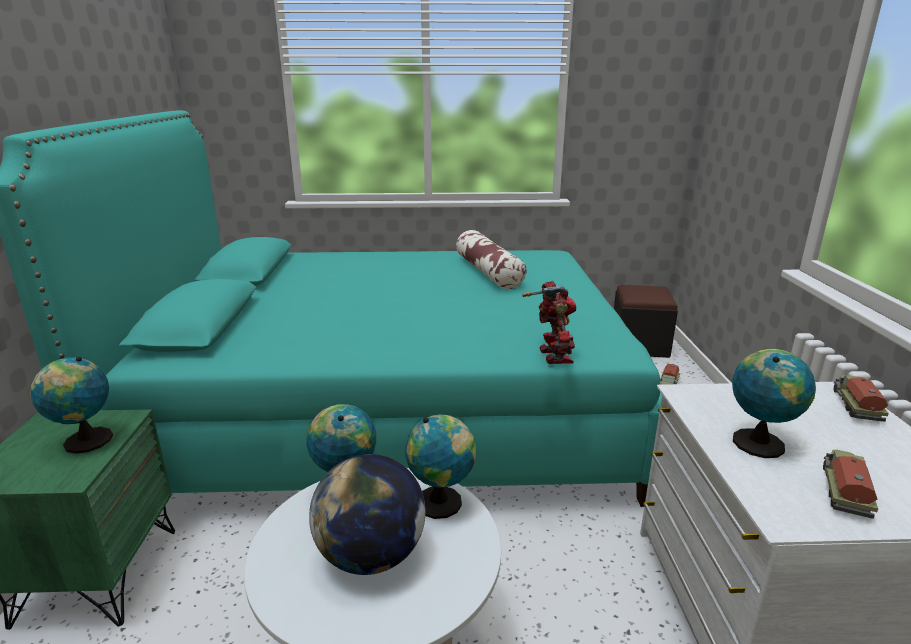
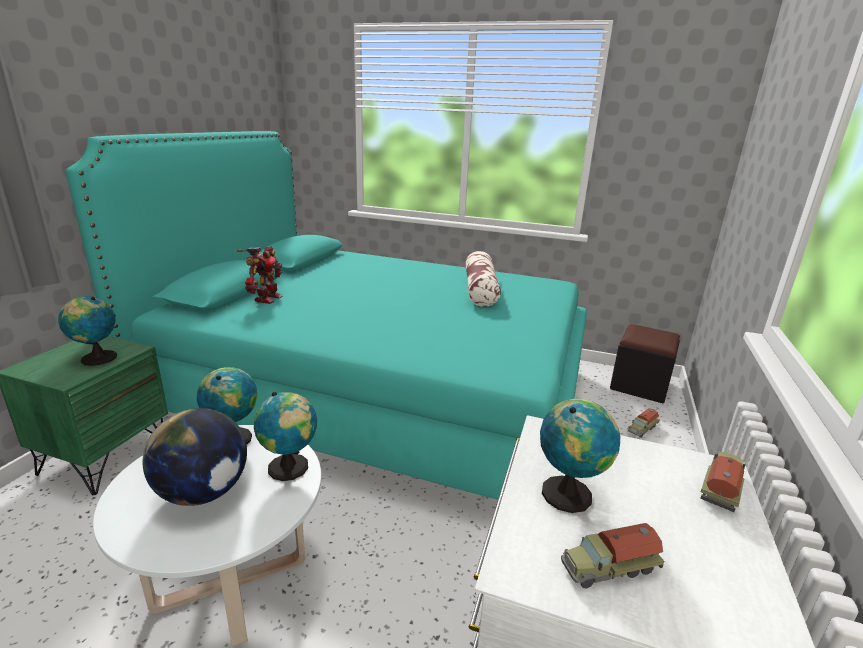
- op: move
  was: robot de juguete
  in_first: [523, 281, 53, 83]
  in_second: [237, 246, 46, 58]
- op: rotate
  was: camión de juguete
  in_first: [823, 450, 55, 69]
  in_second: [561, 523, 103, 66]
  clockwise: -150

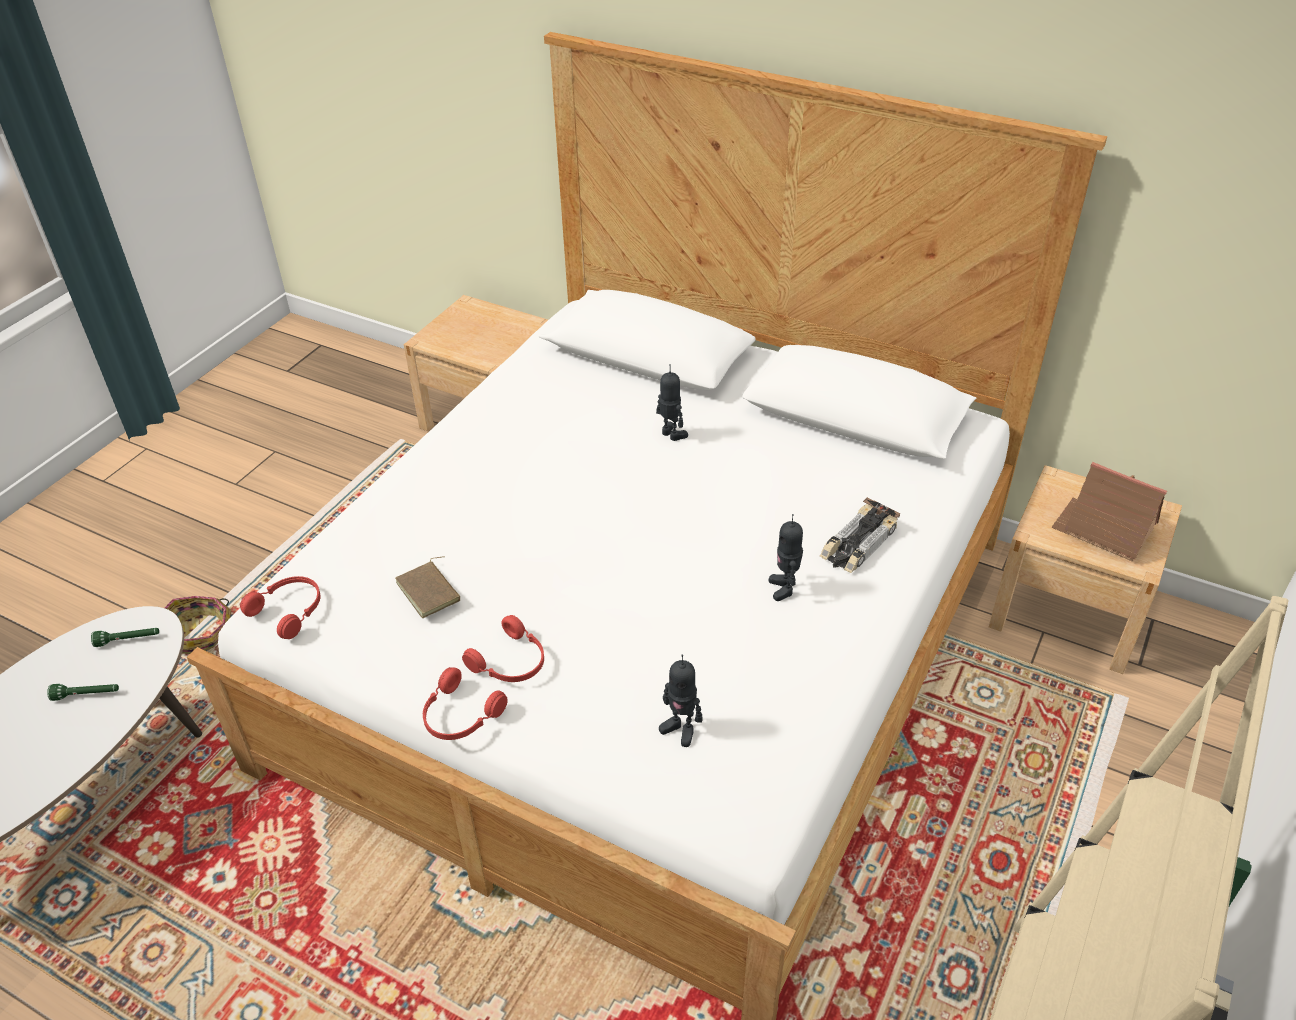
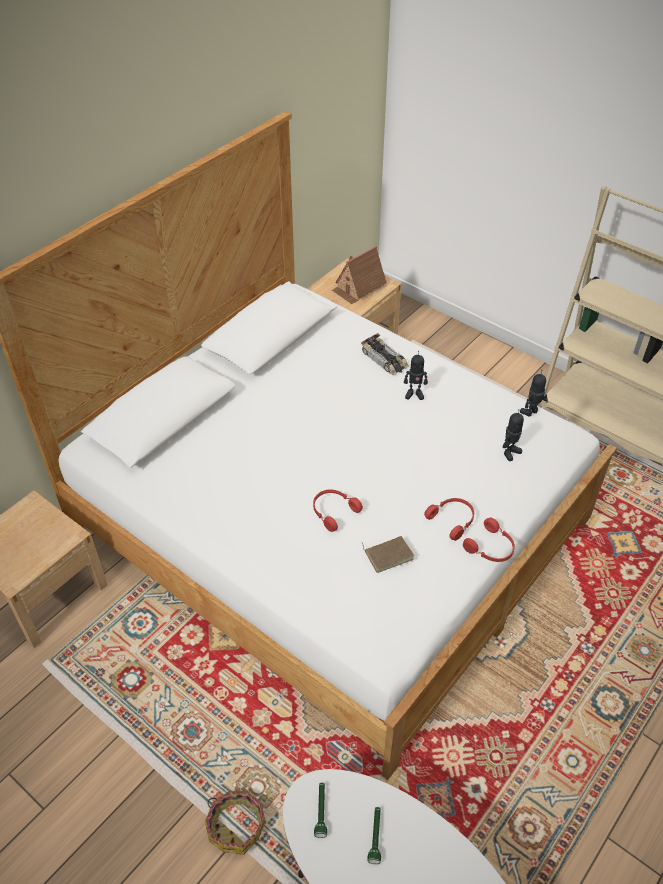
- op: move
  was: auriculares [rojo]
  in_first: [240, 576, 81, 63]
  in_second: [313, 489, 50, 43]
- op: move
  was: robot de juguete
  in_first: [656, 364, 32, 77]
  in_second: [520, 370, 26, 46]

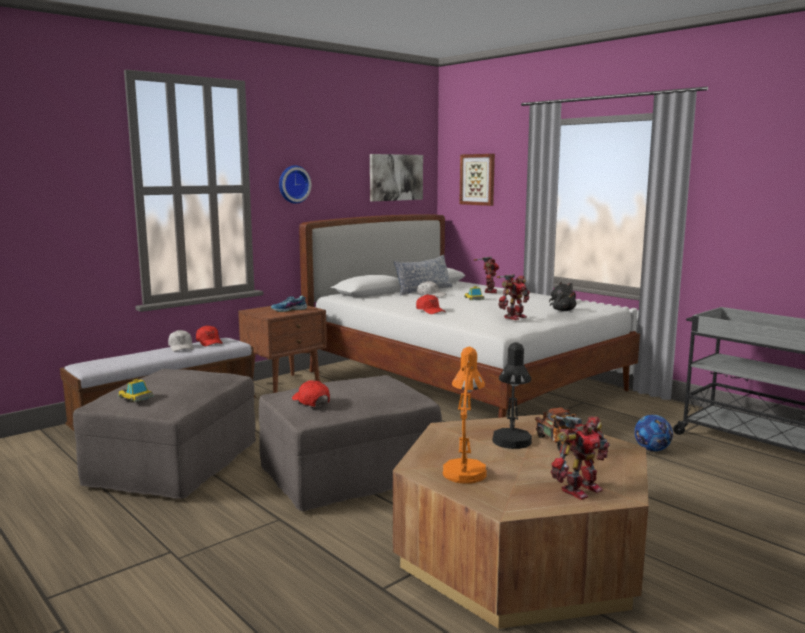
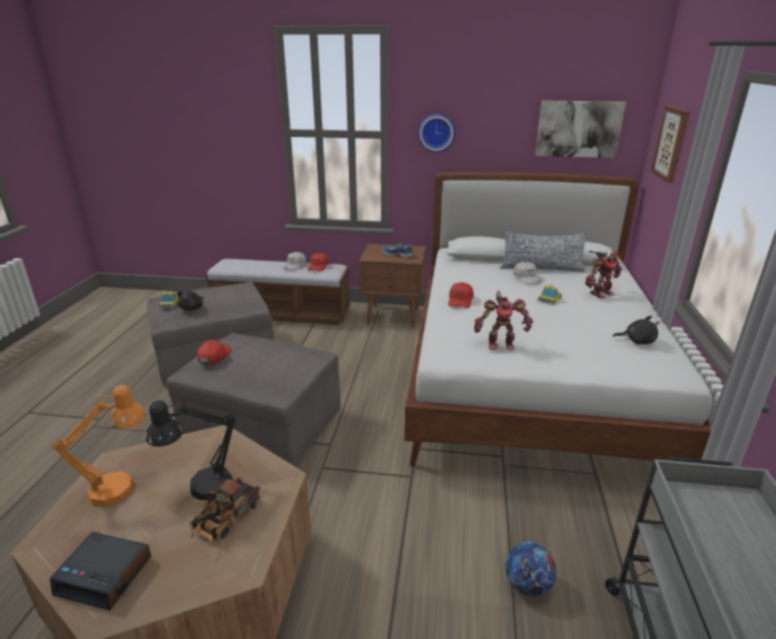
- op: move
  was: peluche [negro]
  in_first: [550, 291, 26, 20]
  in_second: [177, 291, 27, 19]
- op: replace
  was: robot de juguete
  now: despertador
  in_first: [550, 415, 60, 85]
  in_second: [50, 532, 101, 78]

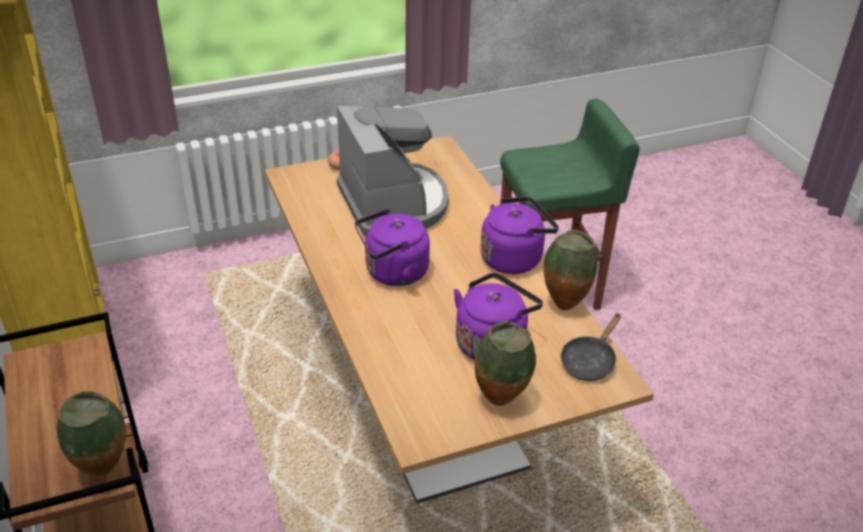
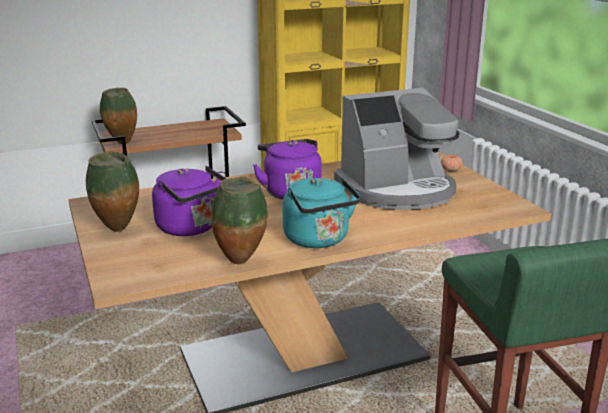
- op: delete
  was: sartén [negro]
  in_first: [561, 313, 60, 68]
- op: recolor
  was: hervidor [morado]
  now: hervidor [turquesa]
  in_first: [480, 197, 79, 77]
  in_second: [282, 178, 79, 70]

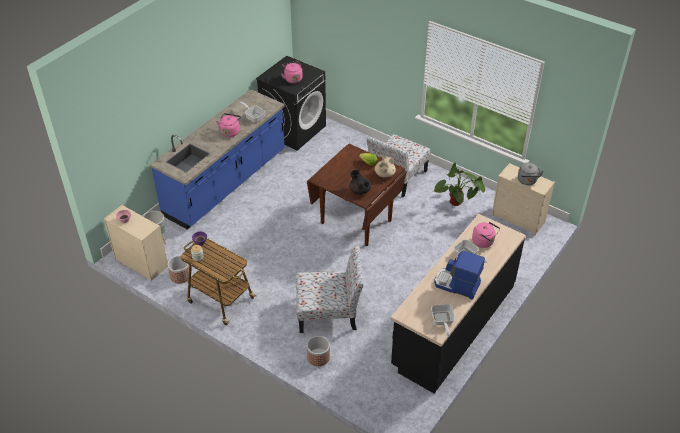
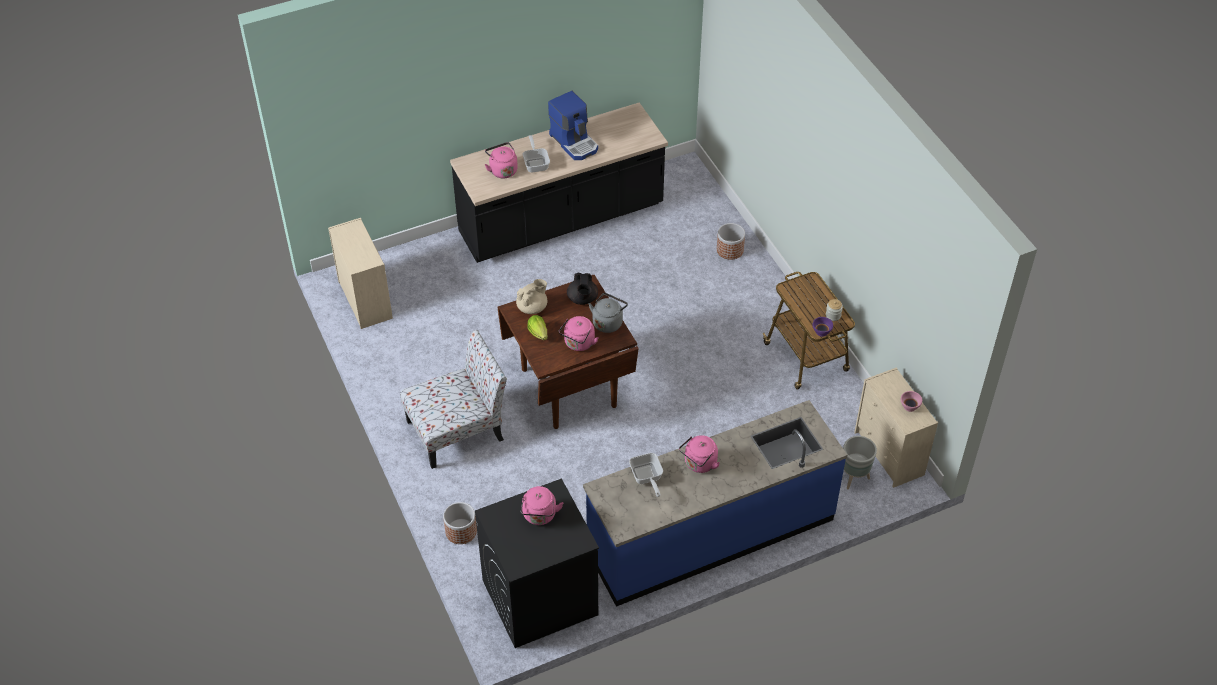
- op: delete
  was: silla
  in_first: [296, 246, 67, 87]
- op: delete
  was: sartén
  in_first: [431, 304, 24, 32]
- op: delete
  was: planta en maceta
  in_first: [434, 163, 51, 43]
- op: insert
  now: hervidor [rosa]
  in_second: [559, 316, 40, 35]
- op: move
  was: maceta
  in_first: [168, 256, 21, 28]
  in_second: [443, 502, 34, 42]
- op: move
  was: hervidor [gris]
  in_first: [518, 163, 26, 22]
  in_second: [589, 293, 39, 40]

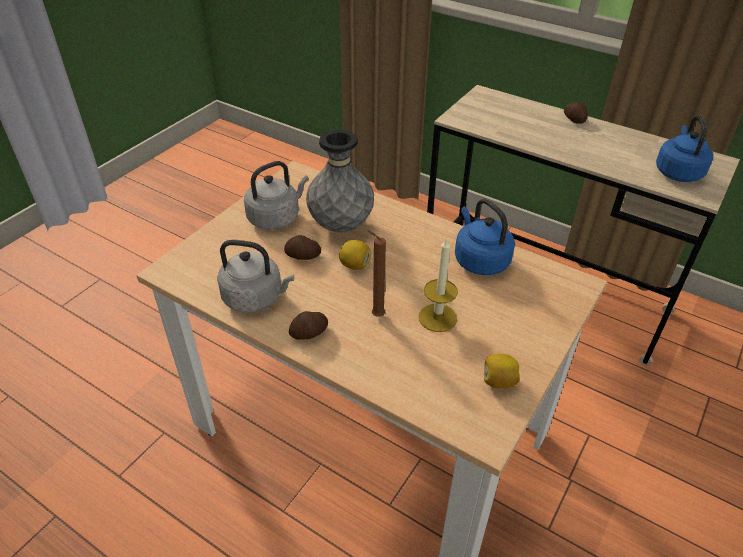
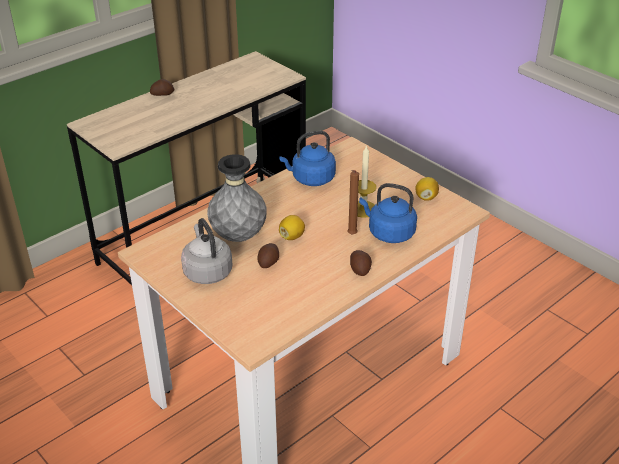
- op: delete
  was: hervidor [gris]
  in_first: [217, 240, 77, 72]
- op: move
  was: hervidor [azul]
  in_first: [656, 115, 57, 67]
  in_second: [359, 183, 58, 60]

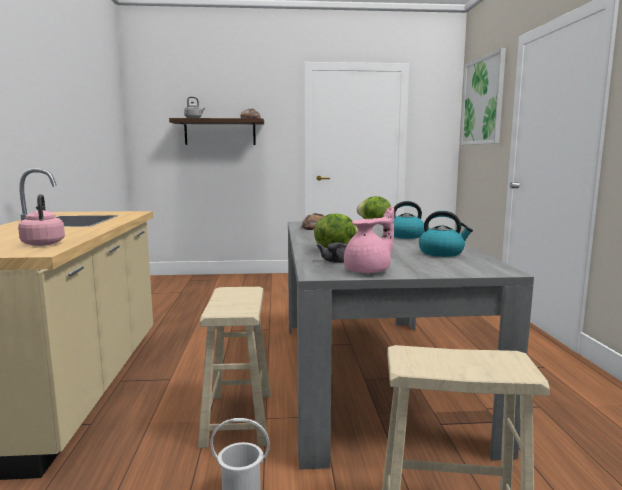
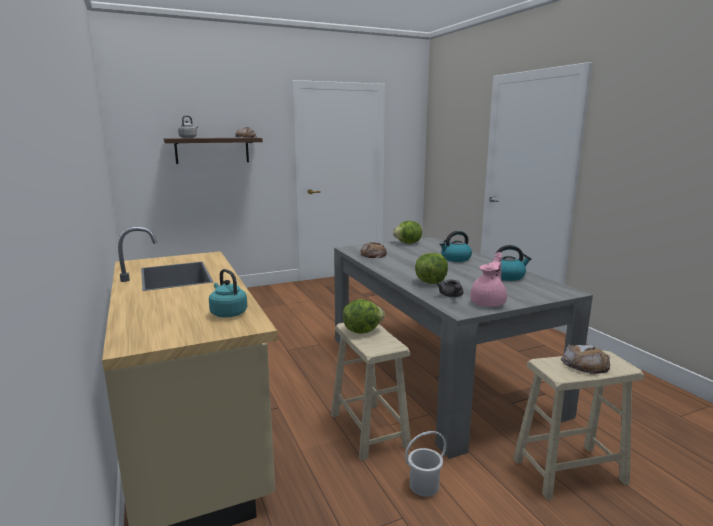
- op: delete
  was: cuadro
  in_first: [461, 48, 45, 97]
- op: insert
  now: lechuga
  in_second: [343, 299, 42, 35]
- op: insert
  now: pan
  in_second: [561, 344, 49, 30]
- op: recolor
  was: hervidor [rosa]
  now: hervidor [turquesa]
  in_first: [18, 194, 47, 52]
  in_second: [209, 269, 38, 48]

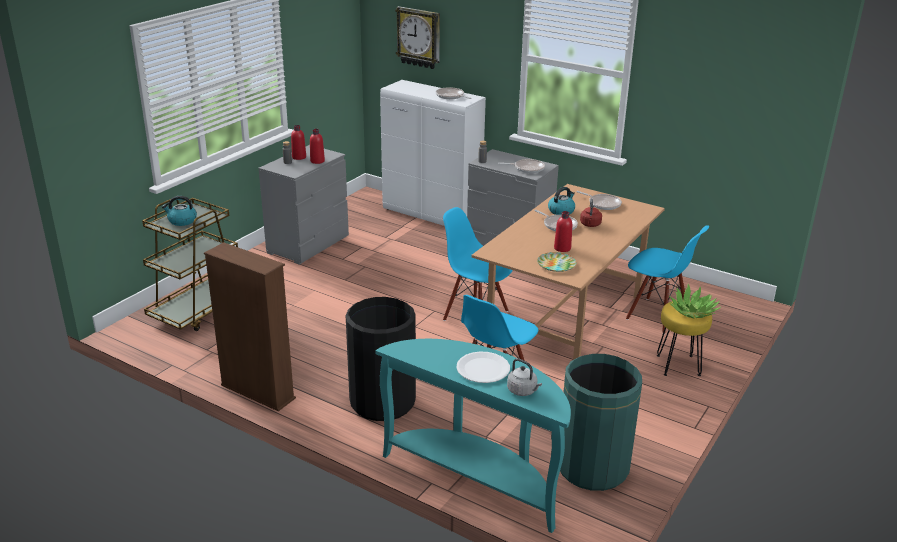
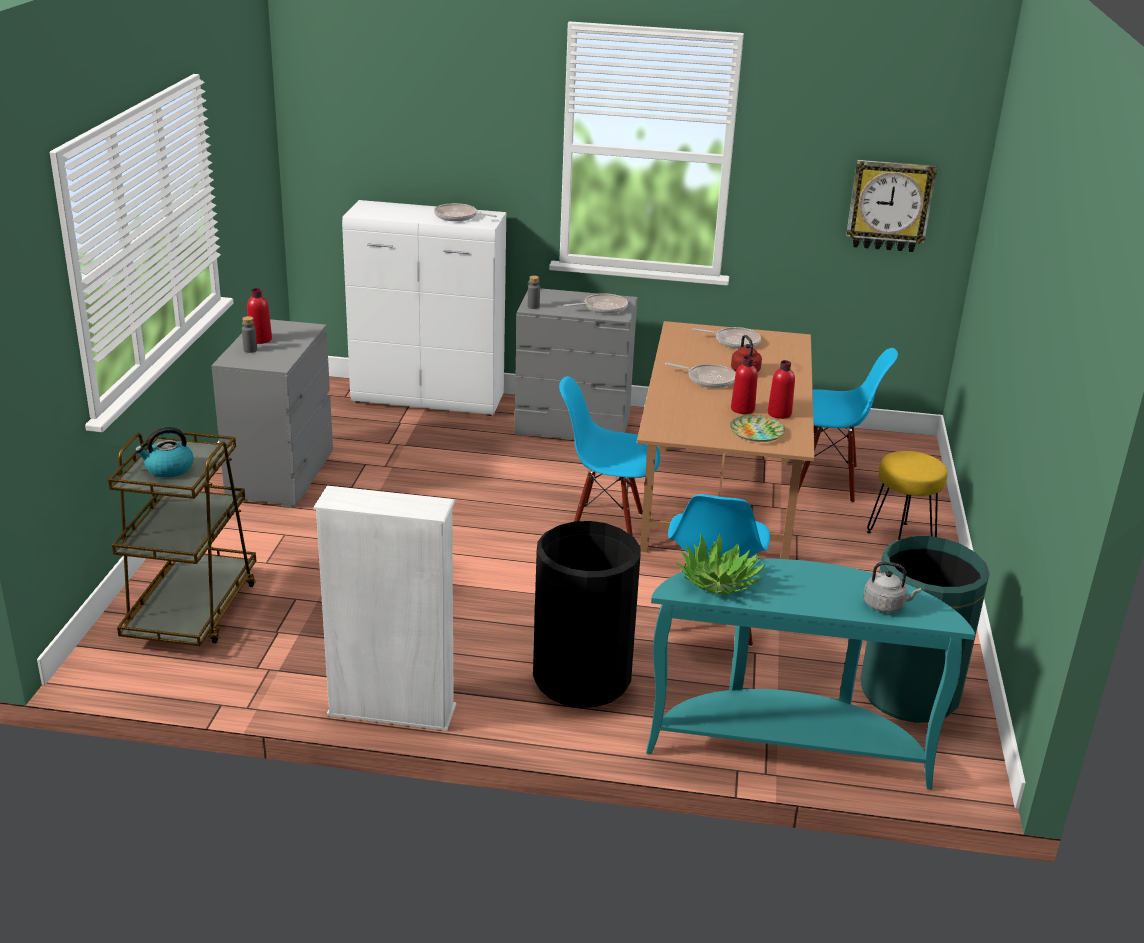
- op: delete
  was: plato [blanco]
  in_first: [456, 352, 54, 31]
- op: delete
  was: hervidor
  in_first: [548, 187, 27, 28]
- op: move
  was: botella [rojo]
  in_first: [310, 129, 15, 35]
  in_second: [768, 360, 27, 59]
- op: move
  was: reloj de pared
  in_first: [395, 6, 45, 63]
  in_second: [846, 160, 91, 92]
- op: move
  was: planta en maceta
  in_first: [669, 284, 52, 34]
  in_second: [676, 534, 90, 60]
- op: recolor
  was: estantería [marrón]
  now: estantería [blanco]
  in_first: [204, 242, 92, 169]
  in_second: [313, 486, 143, 245]

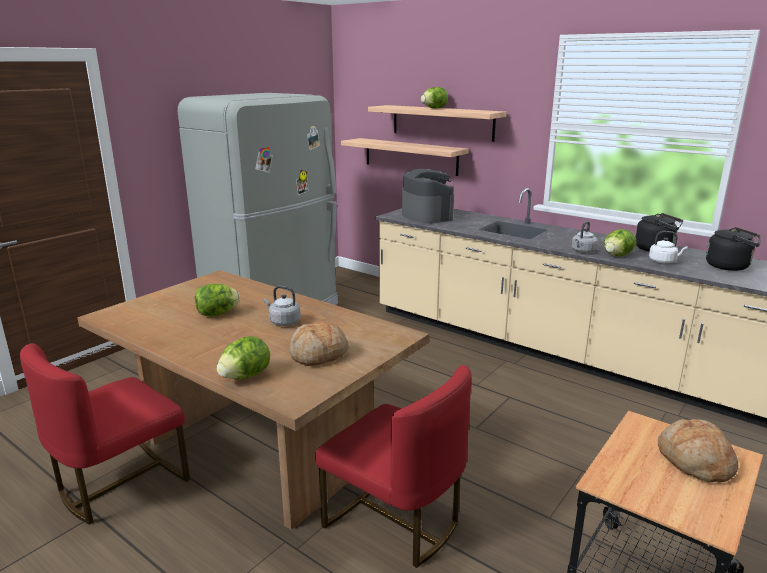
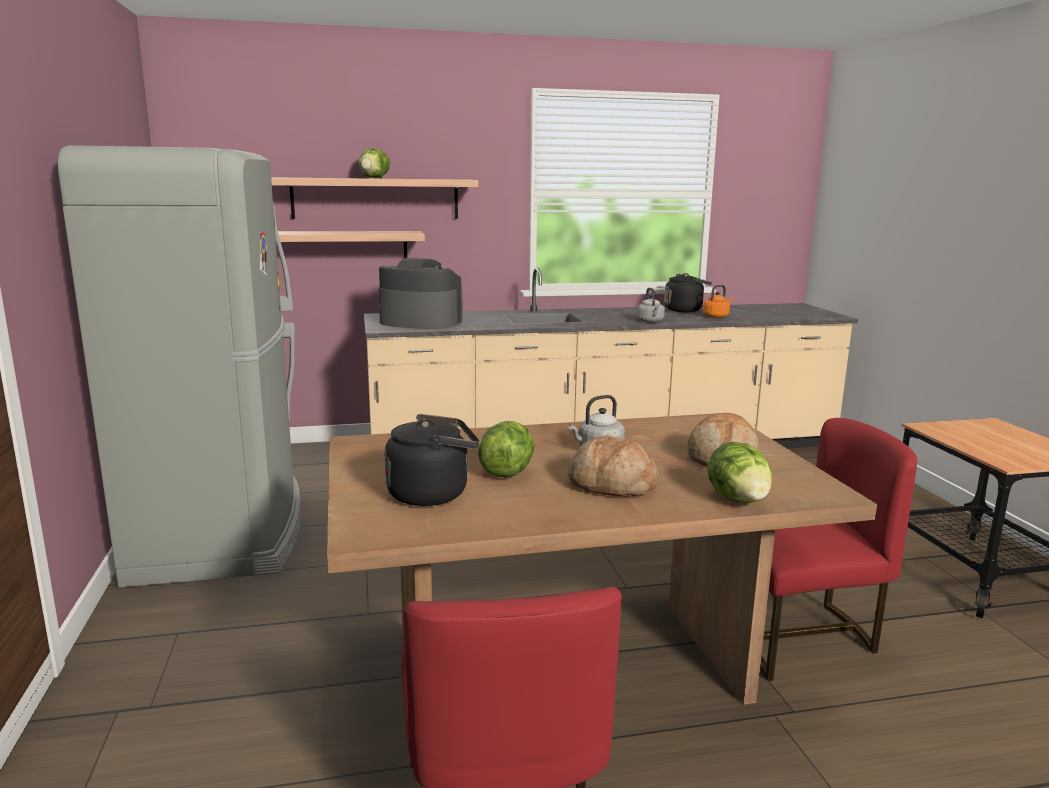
- op: delete
  was: lechuga
  in_first: [604, 229, 32, 27]
- op: move
  was: pan
  in_first: [658, 419, 81, 63]
  in_second: [568, 435, 91, 61]
- op: move
  was: hervidor [negro]
  in_first: [706, 227, 54, 44]
  in_second: [385, 414, 94, 92]
- op: recolor
  was: hervidor [blanco]
  now: hervidor [naranja]
  in_first: [649, 231, 39, 32]
  in_second: [703, 285, 30, 33]

